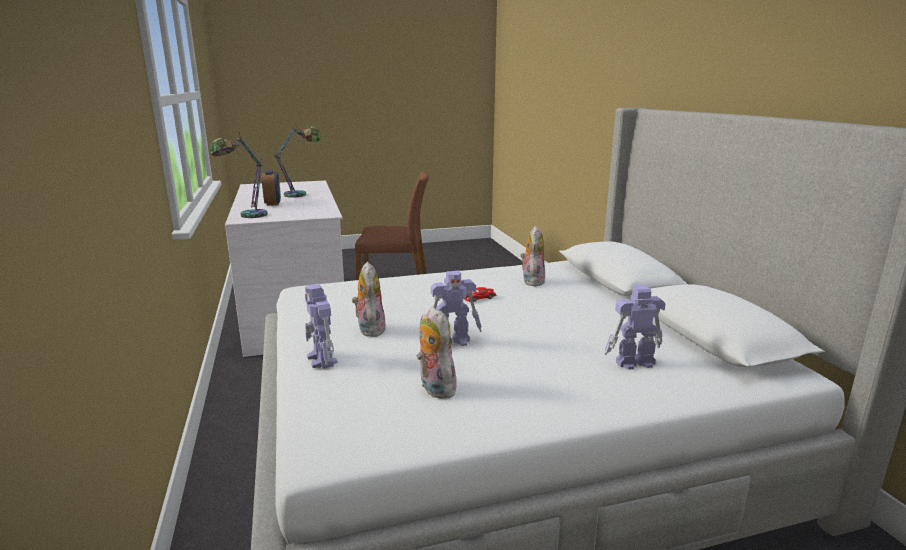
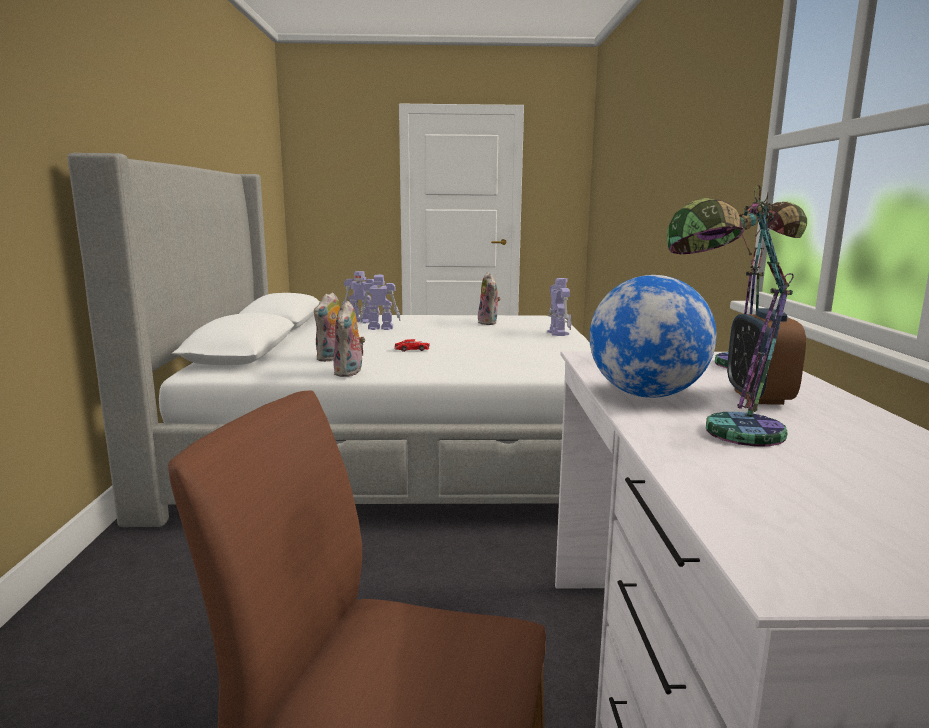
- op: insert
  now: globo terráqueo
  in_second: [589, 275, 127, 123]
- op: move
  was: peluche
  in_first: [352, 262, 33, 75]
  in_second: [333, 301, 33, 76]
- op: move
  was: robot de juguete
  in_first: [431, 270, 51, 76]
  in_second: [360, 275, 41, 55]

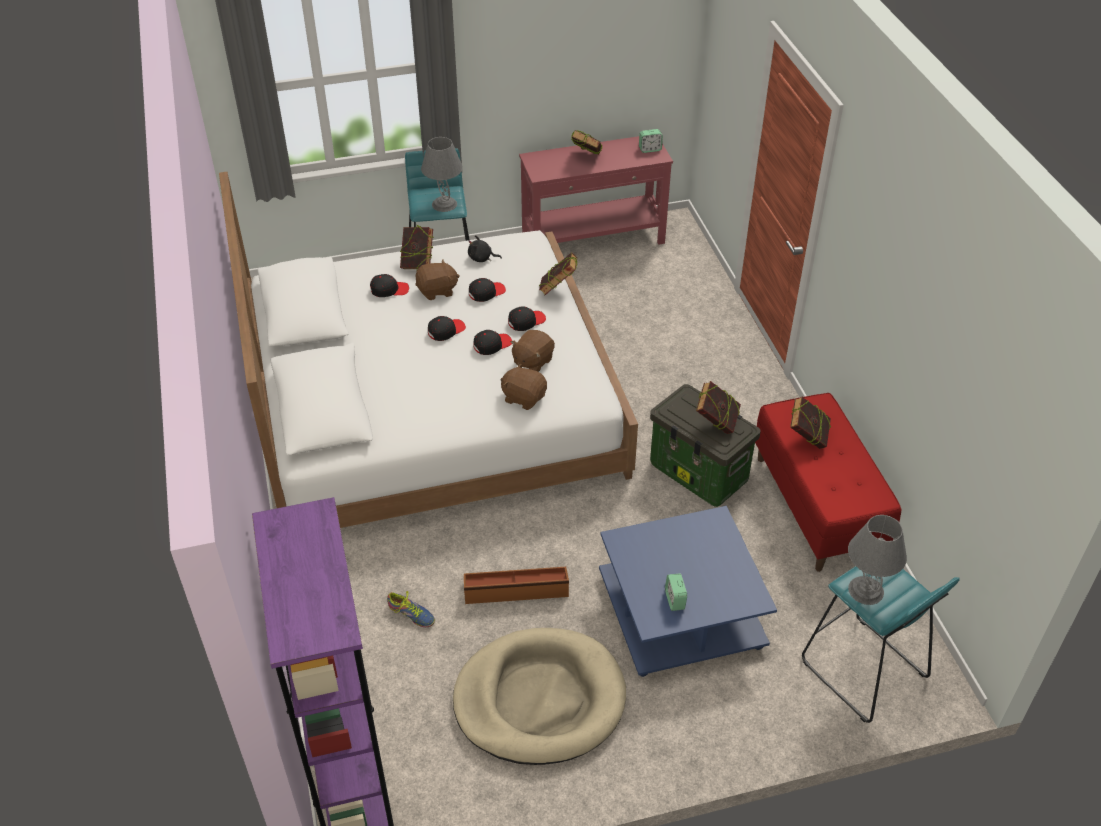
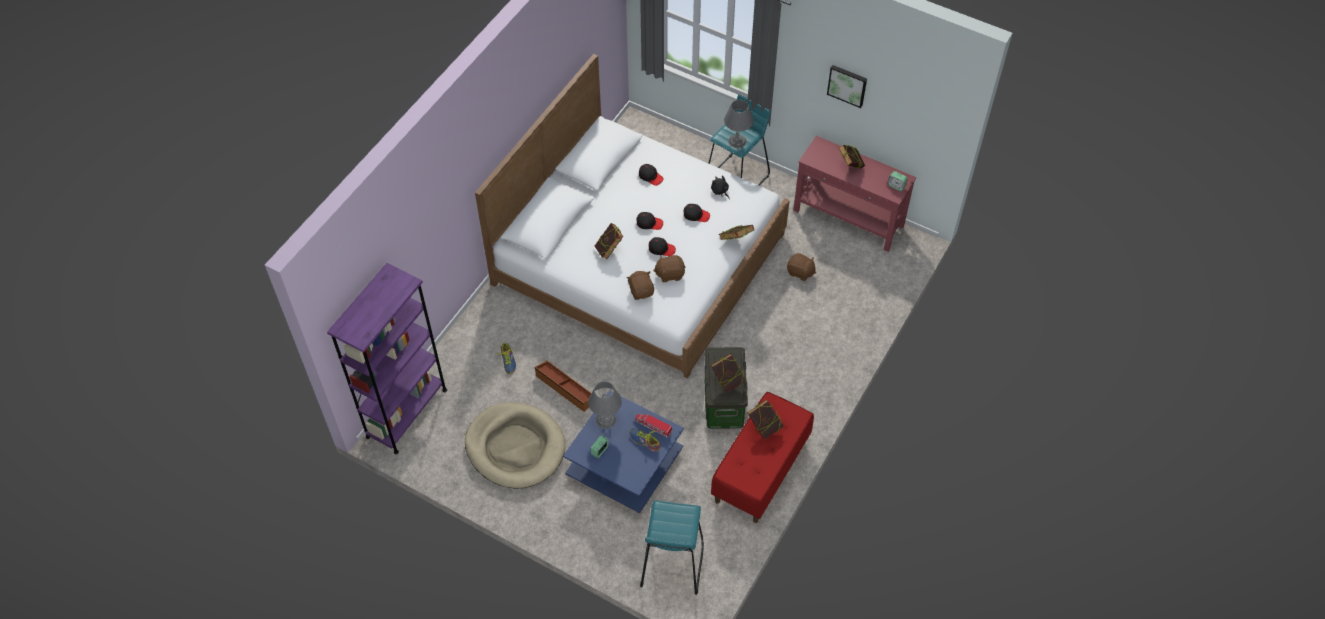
- op: delete
  was: gorra [negro]
  in_first: [508, 306, 38, 25]
- op: insert
  now: zapato
  in_second: [629, 428, 31, 24]
- op: insert
  now: camión de juguete
  in_second: [635, 413, 37, 25]
- op: insert
  now: cuadro
  in_second: [827, 65, 40, 43]
- op: move
  was: libro
  in_first: [400, 225, 33, 44]
  in_second: [595, 223, 28, 37]
- op: move
  was: peluche [marrón]
  in_first: [415, 259, 45, 41]
  in_second: [787, 253, 29, 28]
- op: move
  was: lámpara de mesa [gris]
  in_first: [848, 515, 59, 90]
  in_second: [588, 381, 34, 48]

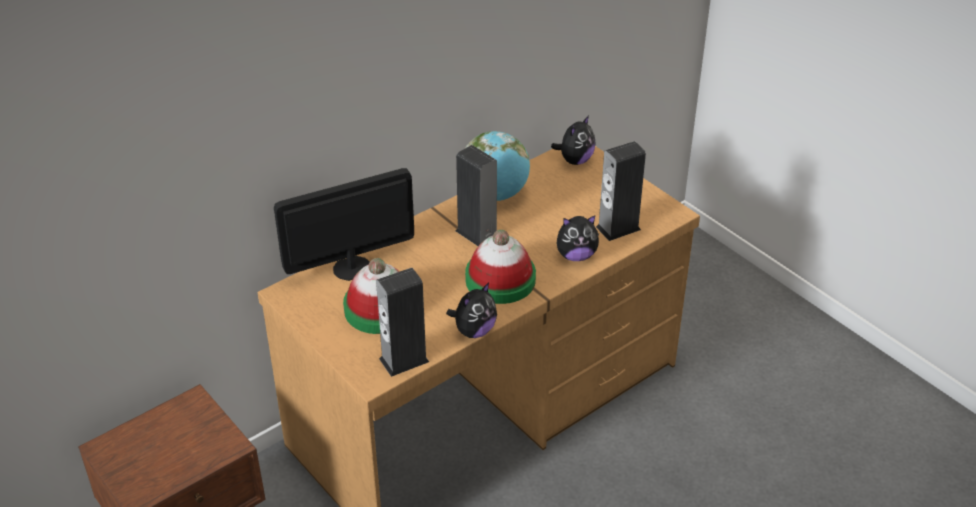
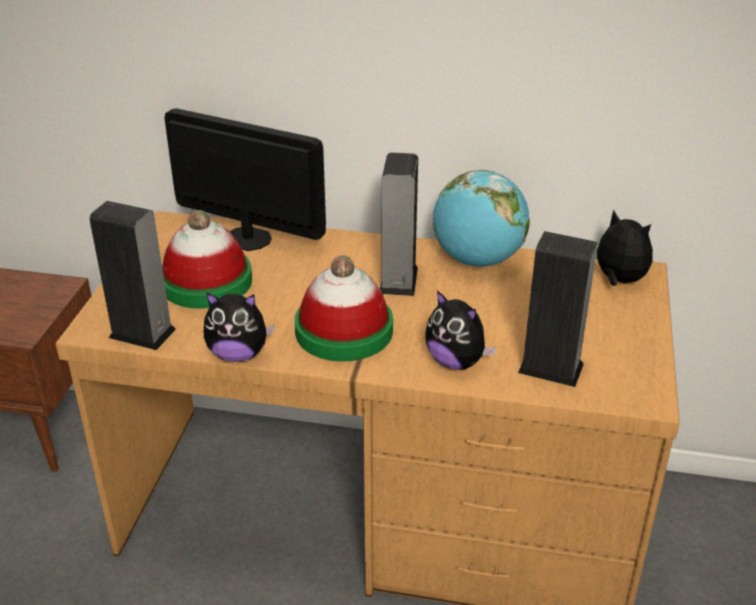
- op: rotate
  was: peluche
  in_first: [551, 115, 45, 50]
  in_second: [596, 209, 57, 77]
  clockwise: -135

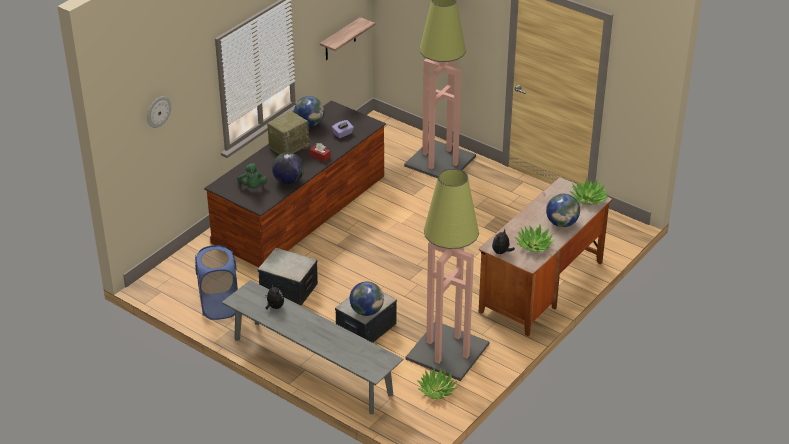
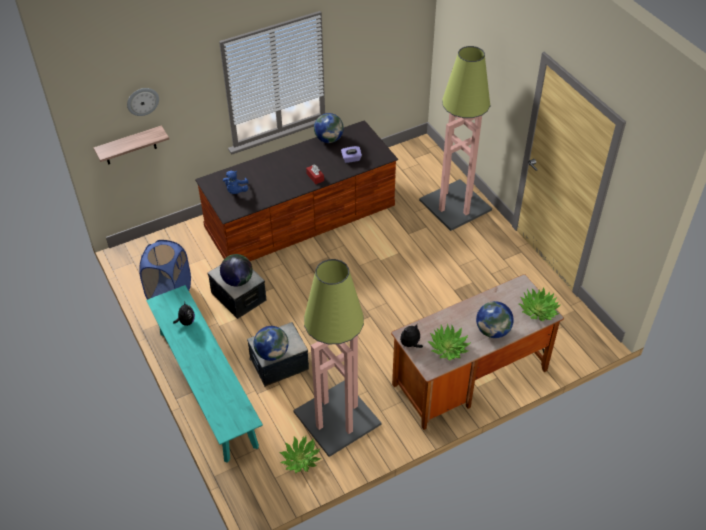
- op: delete
  was: radio
  in_first: [267, 111, 44, 44]
- op: move
  was: globo terráqueo
  in_first: [272, 152, 32, 32]
  in_second: [220, 254, 33, 33]
- op: move
  was: estante
  in_first: [320, 17, 55, 43]
  in_second: [94, 126, 75, 39]
- op: recolor
  was: banco [gris]
  now: banco [turquesa]
  in_first: [222, 280, 181, 134]
  in_second: [146, 285, 117, 178]
- op: recolor
  was: peluche [verde]
  now: peluche [azul]
  in_first: [237, 163, 30, 25]
  in_second: [223, 171, 26, 23]

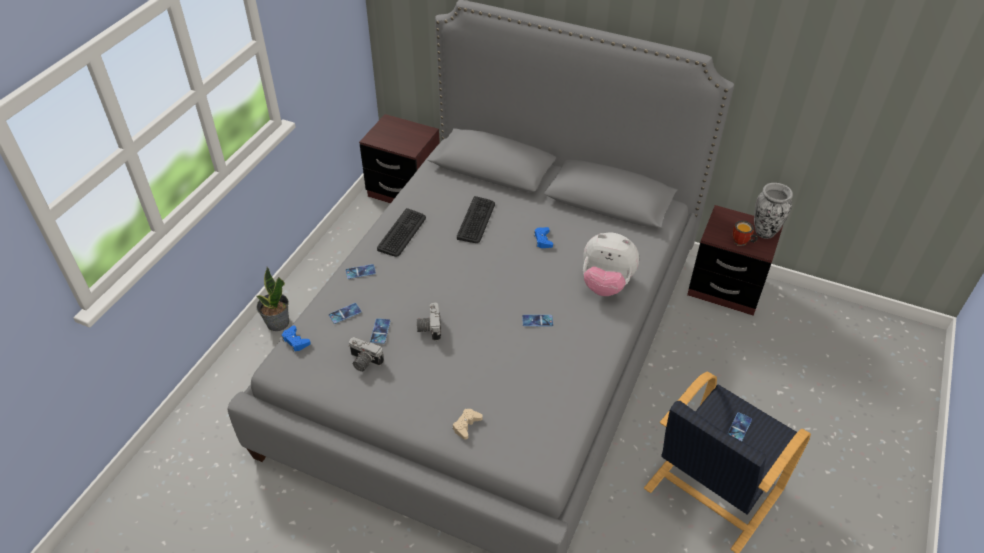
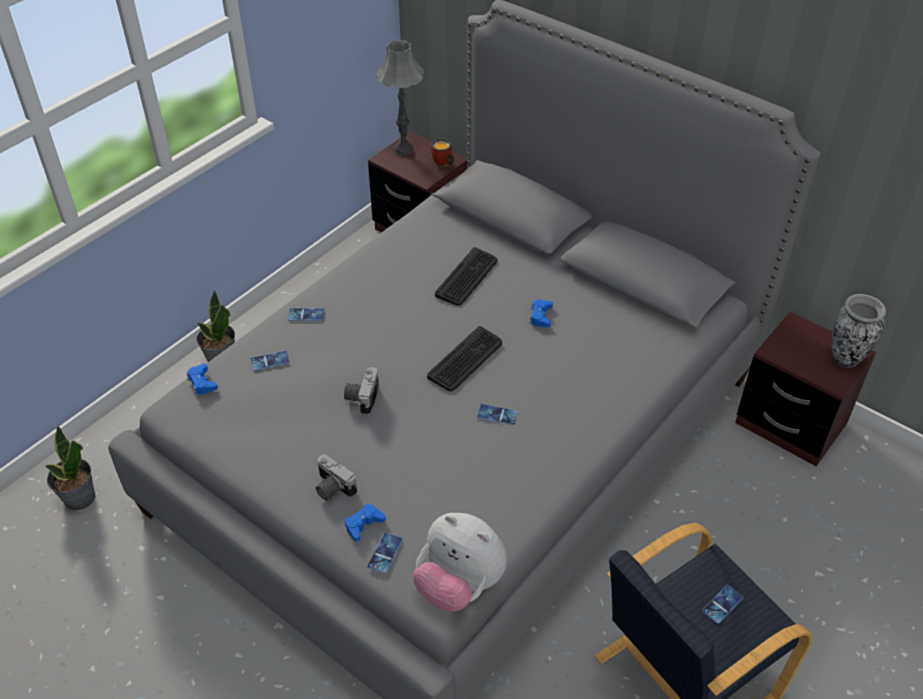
- op: insert
  now: planta en maceta
  in_second: [45, 425, 50, 85]
- op: insert
  now: lámpara de mesa [gris]
  in_second: [376, 40, 48, 116]
- op: move
  was: cámara
  in_first: [348, 337, 36, 35]
  in_second: [316, 454, 41, 47]
- op: move
  was: móvil
  in_first: [370, 318, 20, 26]
  in_second: [367, 532, 36, 41]
- op: move
  was: teclado
  in_first: [377, 208, 49, 49]
  in_second: [427, 326, 75, 65]
- op: move
  was: peluche
  in_first: [583, 233, 56, 63]
  in_second: [413, 513, 94, 98]
- op: move
  was: taza grande
  in_first: [733, 220, 25, 26]
  in_second: [431, 139, 23, 28]
- op: recolor
  was: mando de consola [beis]
  now: mando de consola [azul]
  in_first: [453, 409, 30, 31]
  in_second: [345, 504, 41, 37]

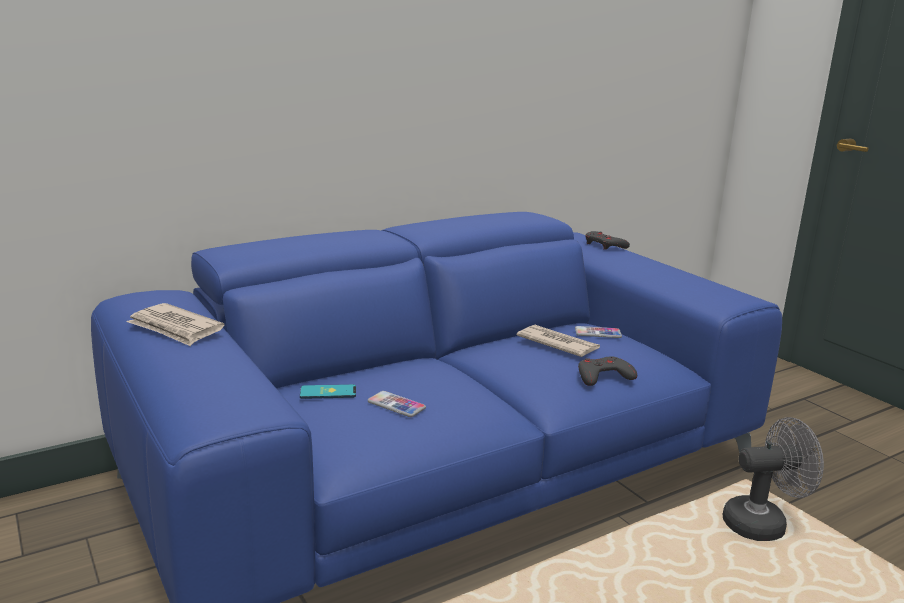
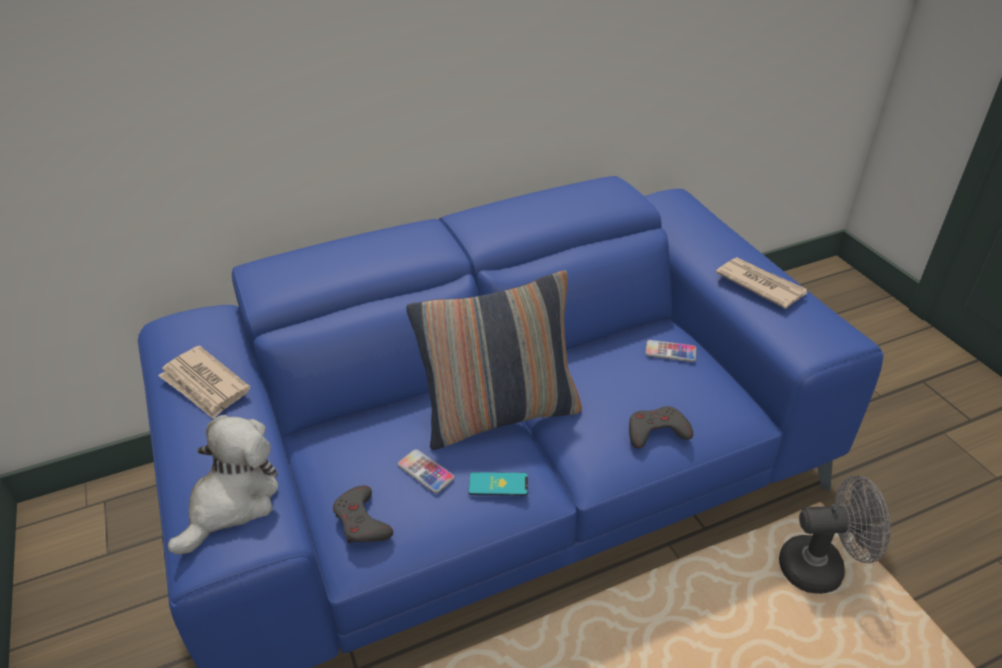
- op: insert
  now: peluche
  in_second: [168, 415, 110, 140]
- op: insert
  now: cojín
  in_second: [406, 271, 176, 179]
- op: move
  was: móvil
  in_first: [300, 384, 56, 15]
  in_second: [468, 472, 60, 24]
- op: move
  was: periódico
  in_first: [517, 325, 83, 32]
  in_second: [716, 257, 92, 52]
- op: move
  was: mando de consola [gris]
  in_first: [585, 231, 45, 19]
  in_second: [333, 485, 60, 58]

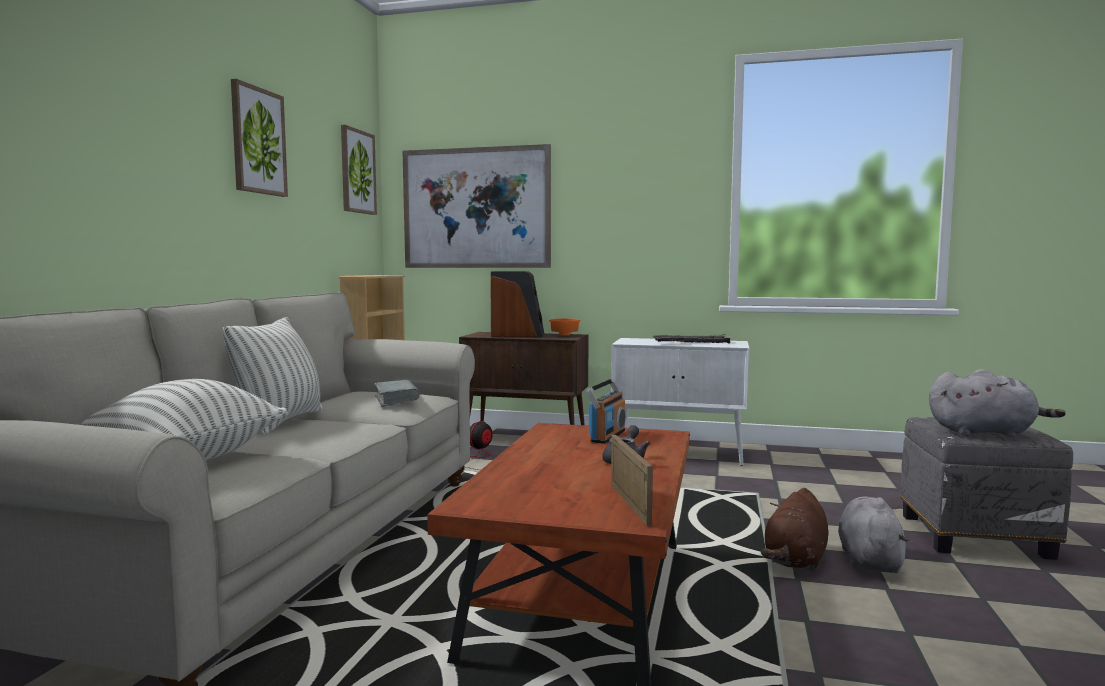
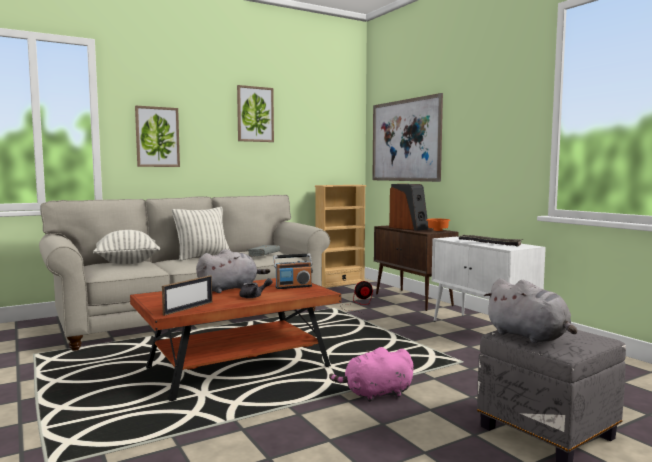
- op: move
  was: cuadro
  in_first: [341, 125, 36, 90]
  in_second: [135, 106, 45, 61]
- op: move
  was: peluche [gris]
  in_first: [838, 497, 71, 76]
  in_second: [196, 249, 74, 44]
- op: recolor
  was: peluche [marrón]
  now: peluche [rosa]
  in_first: [761, 488, 68, 83]
  in_second: [329, 347, 84, 55]

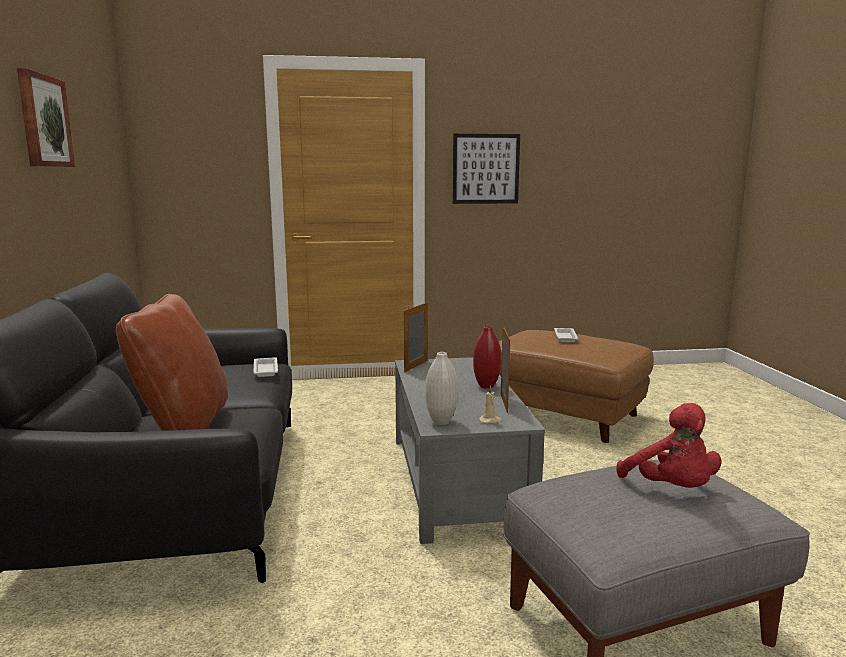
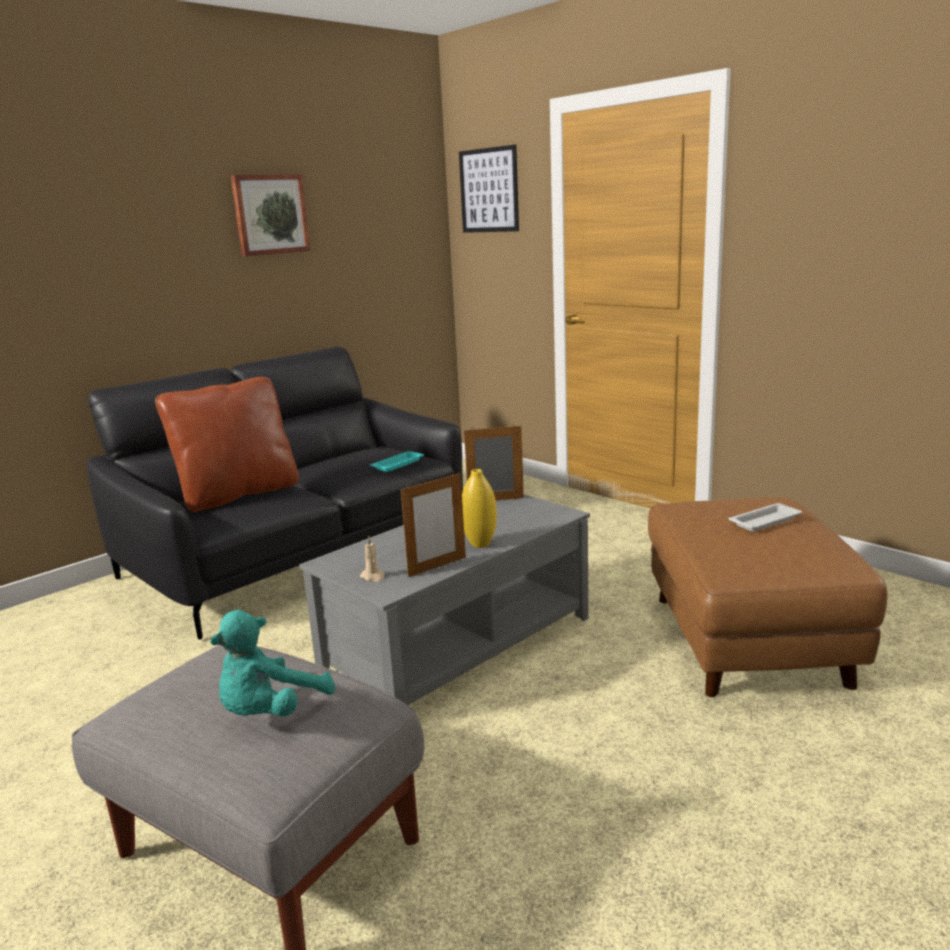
- op: delete
  was: florero [blanco]
  in_first: [425, 352, 33, 73]
- op: move
  was: cuadro
  in_first: [453, 134, 67, 70]
  in_second: [459, 145, 60, 88]
- op: recolor
  was: bandeja [blanco]
  now: bandeja [turquesa]
  in_first: [254, 357, 24, 20]
  in_second: [370, 451, 54, 21]
- op: recolor
  was: florero [rojo]
  now: florero [amarillo]
  in_first: [473, 326, 28, 63]
  in_second: [462, 469, 35, 79]
- op: recolor
  was: peluche [rojo]
  now: peluche [turquesa]
  in_first: [617, 403, 104, 85]
  in_second: [210, 609, 125, 107]

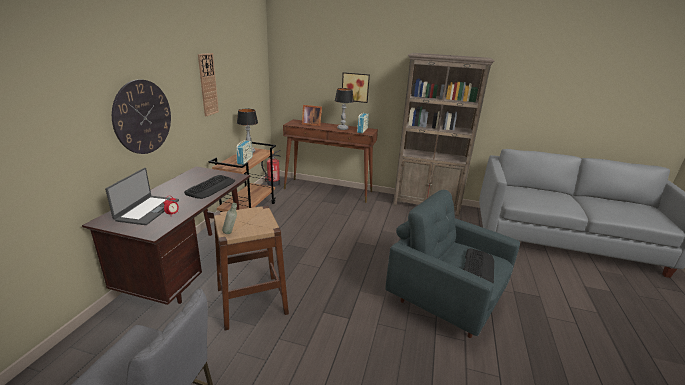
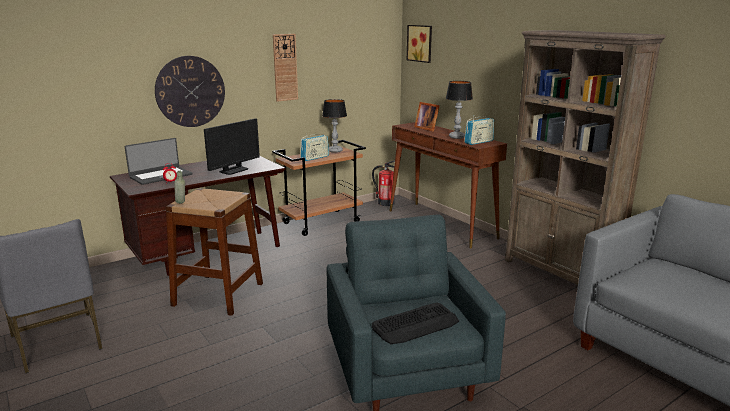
- op: move
  was: cuadro
  in_first: [342, 72, 28, 31]
  in_second: [407, 25, 25, 38]
- op: replace
  was: teclado
  now: monitor
  in_first: [184, 175, 51, 24]
  in_second: [204, 118, 56, 57]

